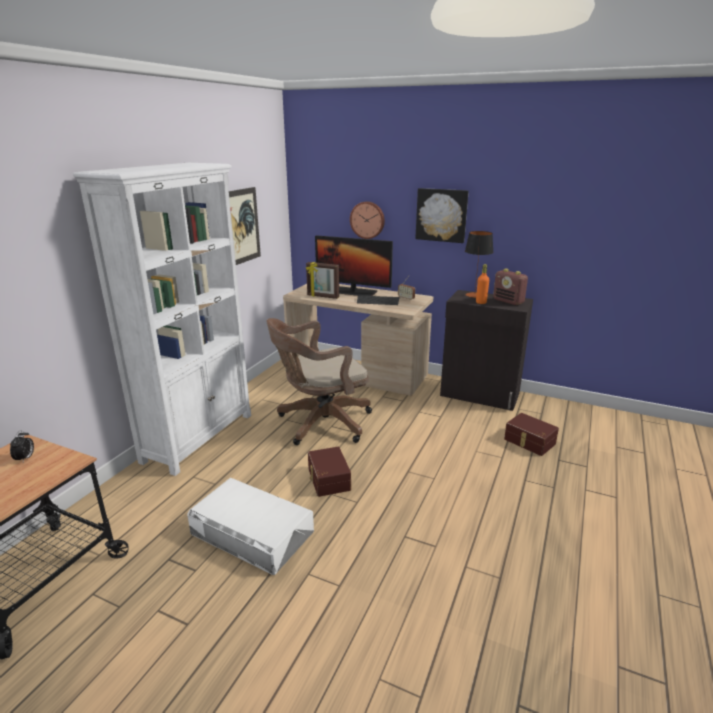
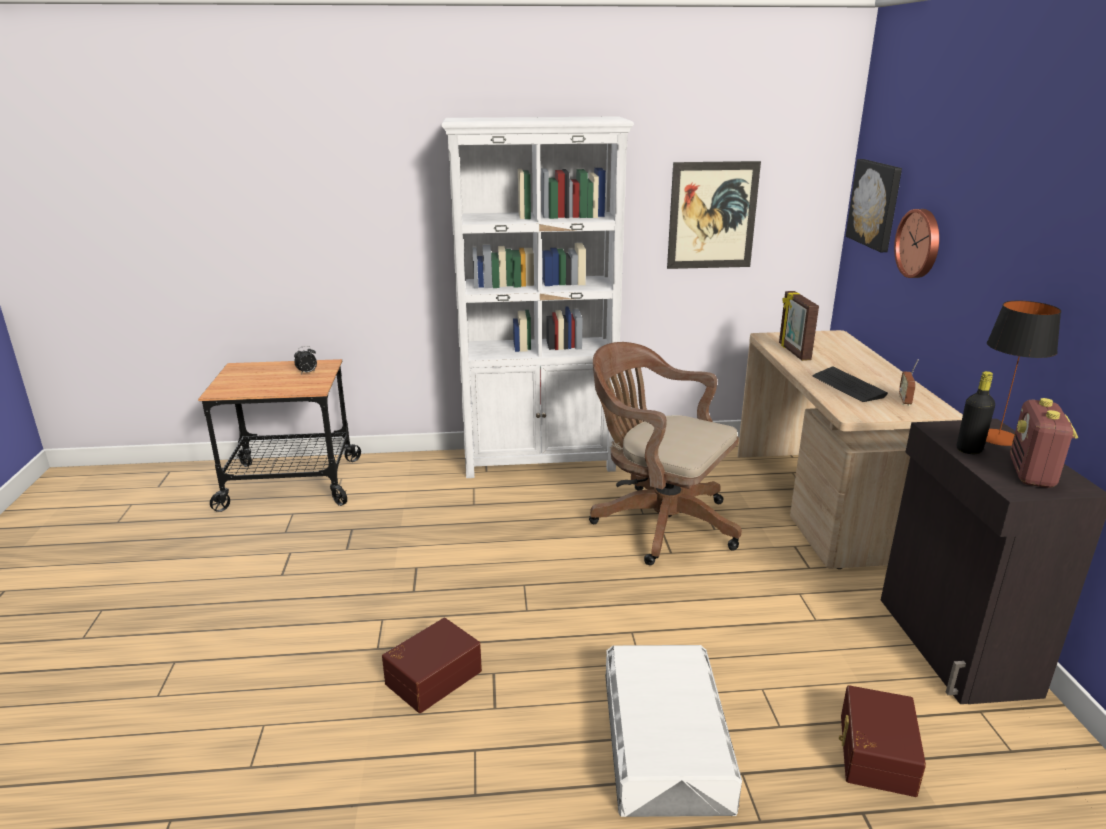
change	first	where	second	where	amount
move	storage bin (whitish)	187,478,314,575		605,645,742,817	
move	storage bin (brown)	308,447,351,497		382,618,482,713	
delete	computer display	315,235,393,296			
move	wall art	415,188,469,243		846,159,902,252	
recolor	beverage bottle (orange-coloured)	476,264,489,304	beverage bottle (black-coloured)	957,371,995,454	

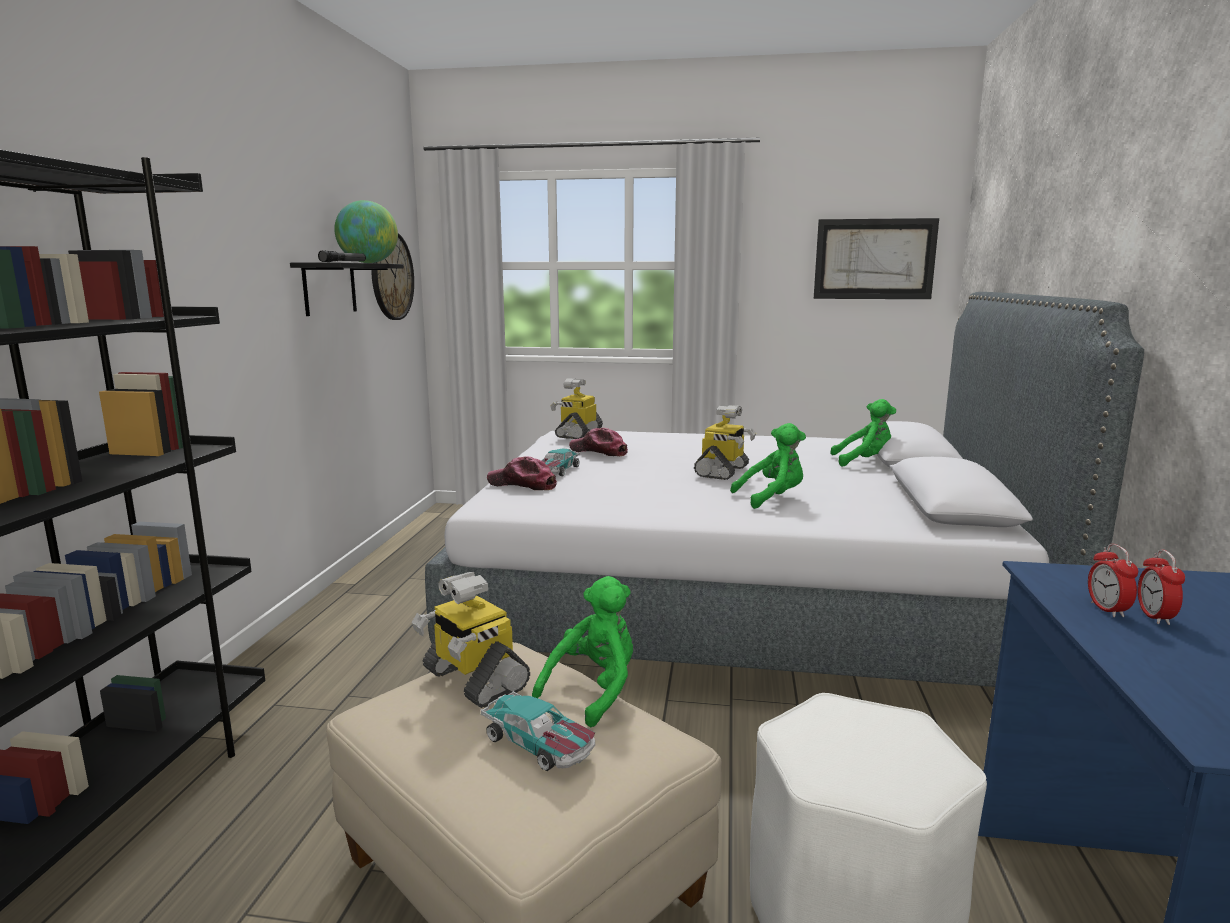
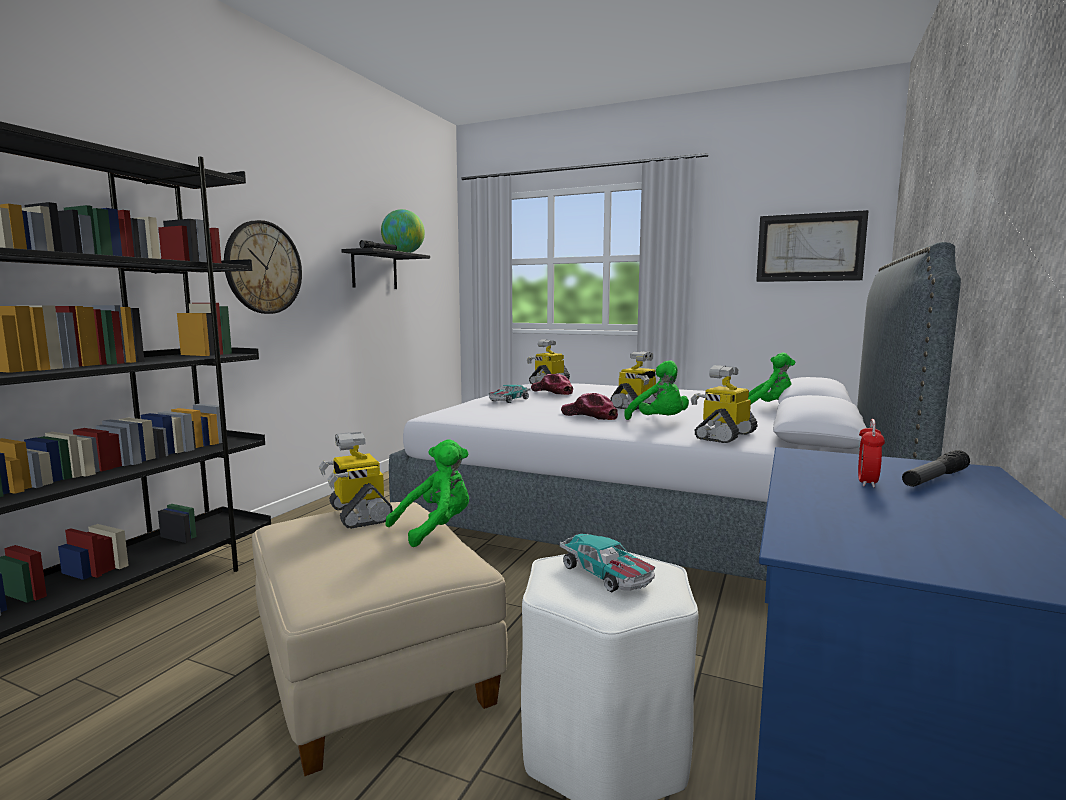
change	first	where	second	where	amount
move	clock on the wall	371,233,414,320		224,220,302,314	
move	toy car	481,691,595,771		560,534,655,592	
move	cap	487,457,557,490		561,393,618,420	
rotate	cuddly toy (greenish)	730,423,806,509		624,360,689,420	60 degrees clockwise
delete	alarm clock	1088,544,1138,617			
insert			robot figure	691,365,758,443	
insert			flashlight	902,450,970,487	

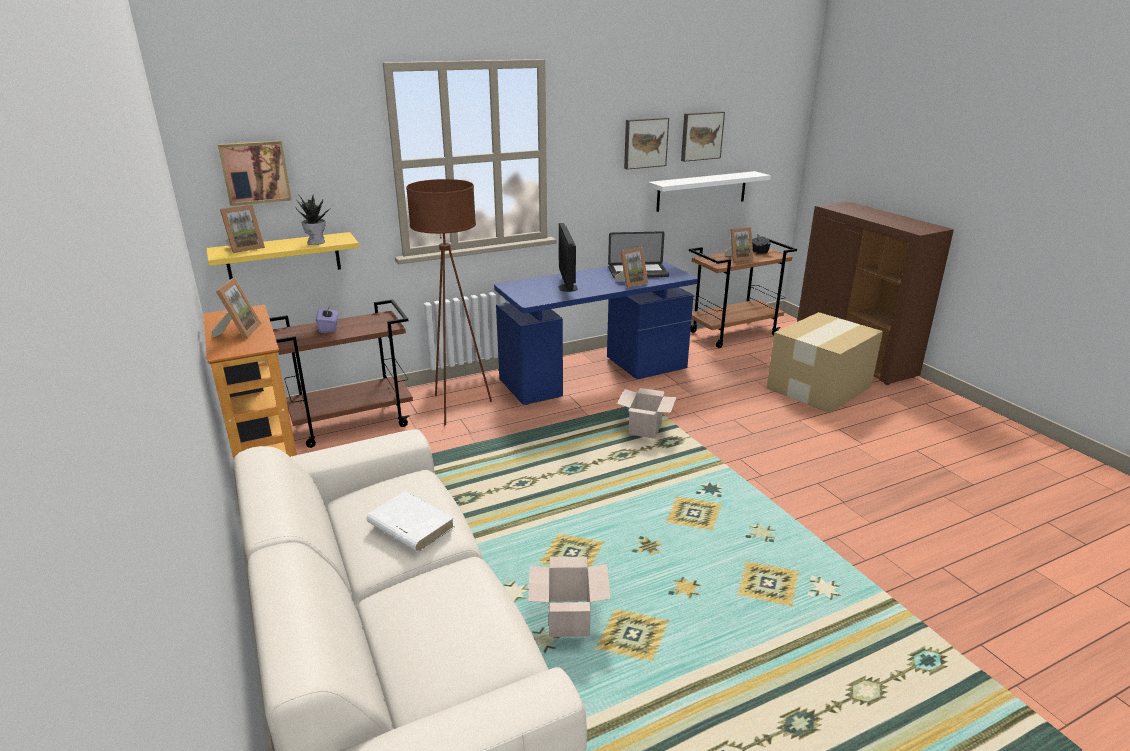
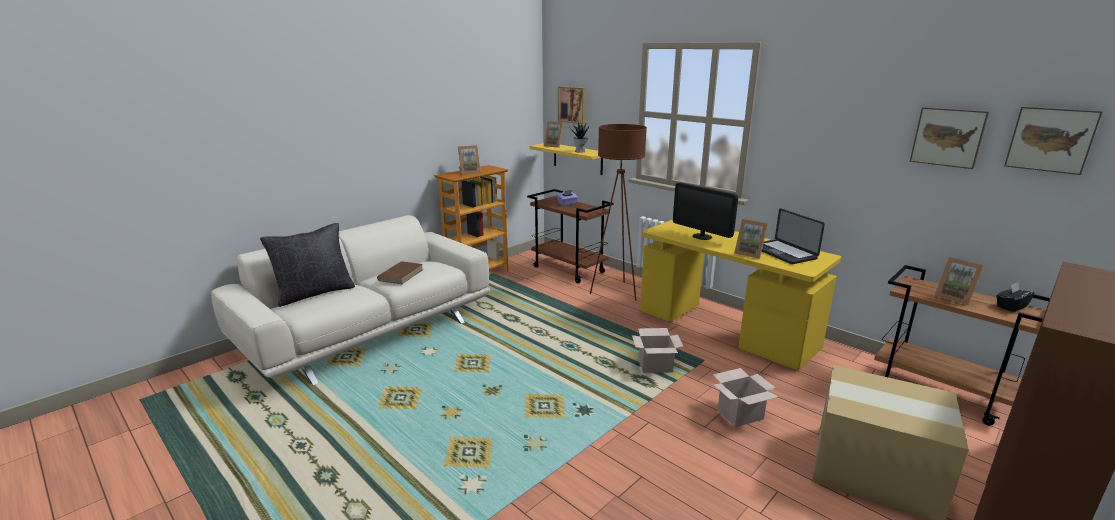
change	first	where	second	where	amount
recolor	book (whitish)	366,491,454,552	book (brown)	377,261,423,284	
recolor	desk table (blue)	494,261,698,405	desk table (yellow-coloured)	640,220,841,371	
move	carton	528,557,611,637		713,368,778,427	
rotate	computer display	559,223,578,292		673,182,738,240	105 degrees counterclockwise
move	wall art	624,117,669,170		1004,106,1103,175	
delete	wall shelf (whitish)	648,171,771,212			
insert			throw pillow (black-coloured)	260,223,355,307	

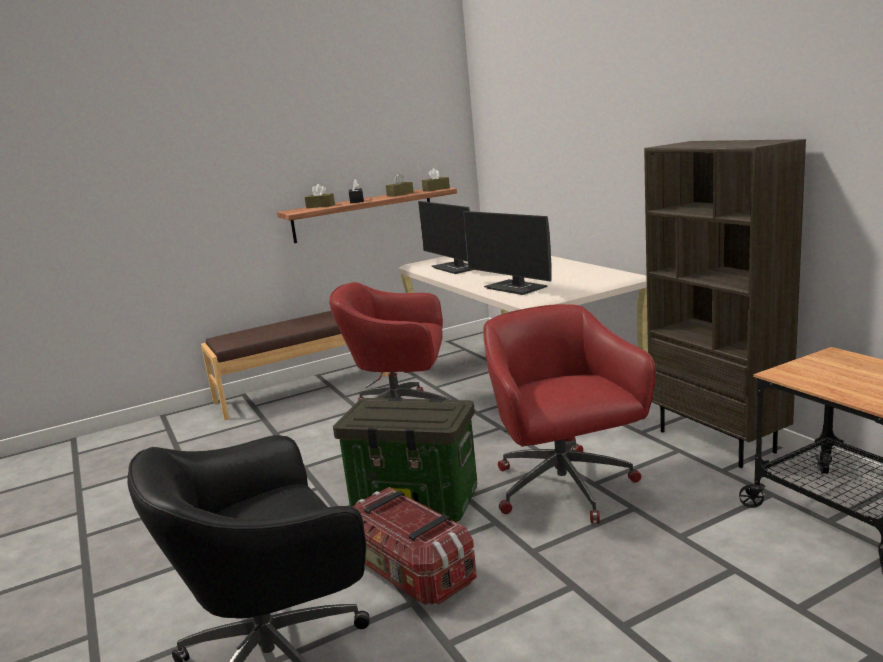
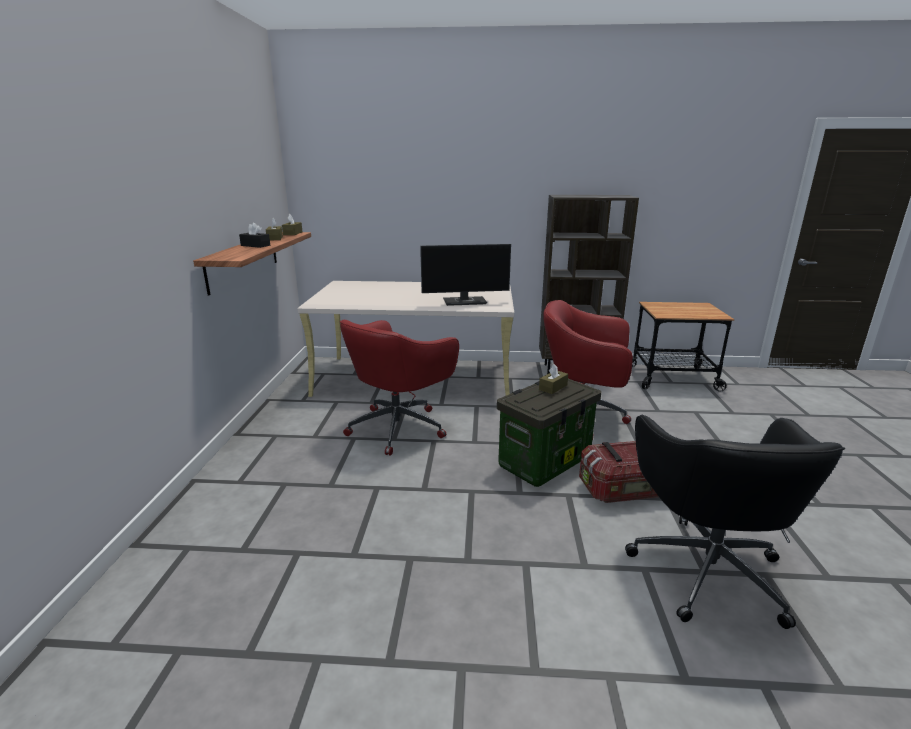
change	first	where	second	where	amount
delete	indoor bench (brown)	201,311,388,420			
move	tissue holder (brown)	305,184,335,208		539,364,568,394	
delete	computer display	418,201,472,274			

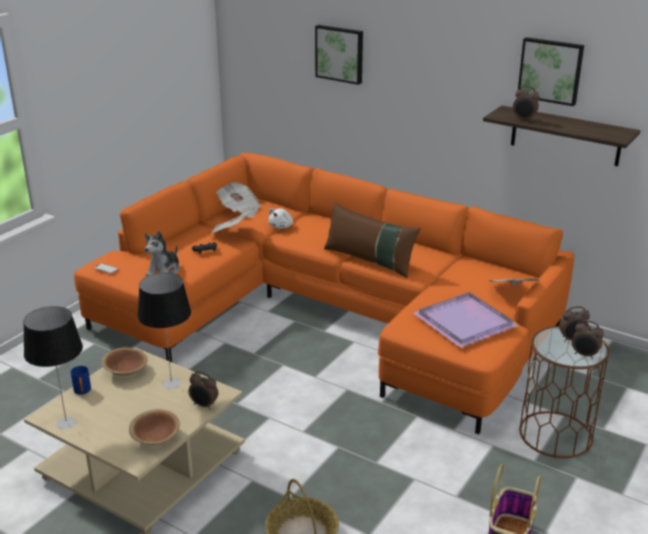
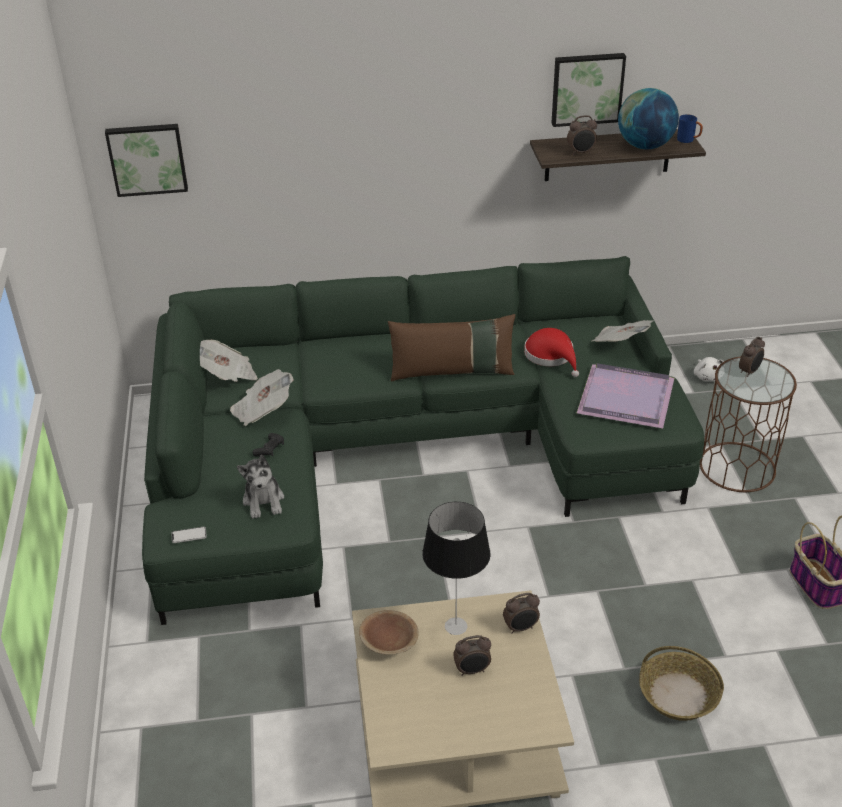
change	first	where	second	where	amount
delete	lamp for a table	23,306,83,429			
move	mug (blue)	70,366,91,395		677,114,703,143	
recolor	sofa (orange-coloured)	74,153,575,434	sofa (greenish)	142,256,704,625	
delete	bowl (brown)	129,409,180,445			
move	cuddly toy (whitish)	268,208,293,229		694,357,724,382	
move	wall art	315,25,363,85		105,124,188,197	
move	alarm clock	572,320,604,359		453,635,491,676	
insert			wearable hat (red-coloured)	524,328,579,377	
insert			desk globe	618,88,679,149	

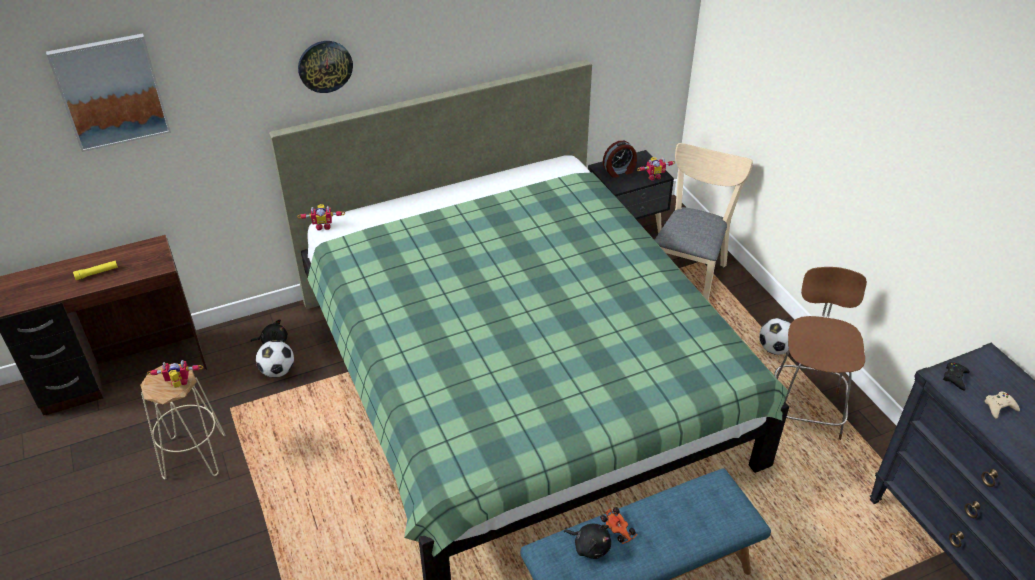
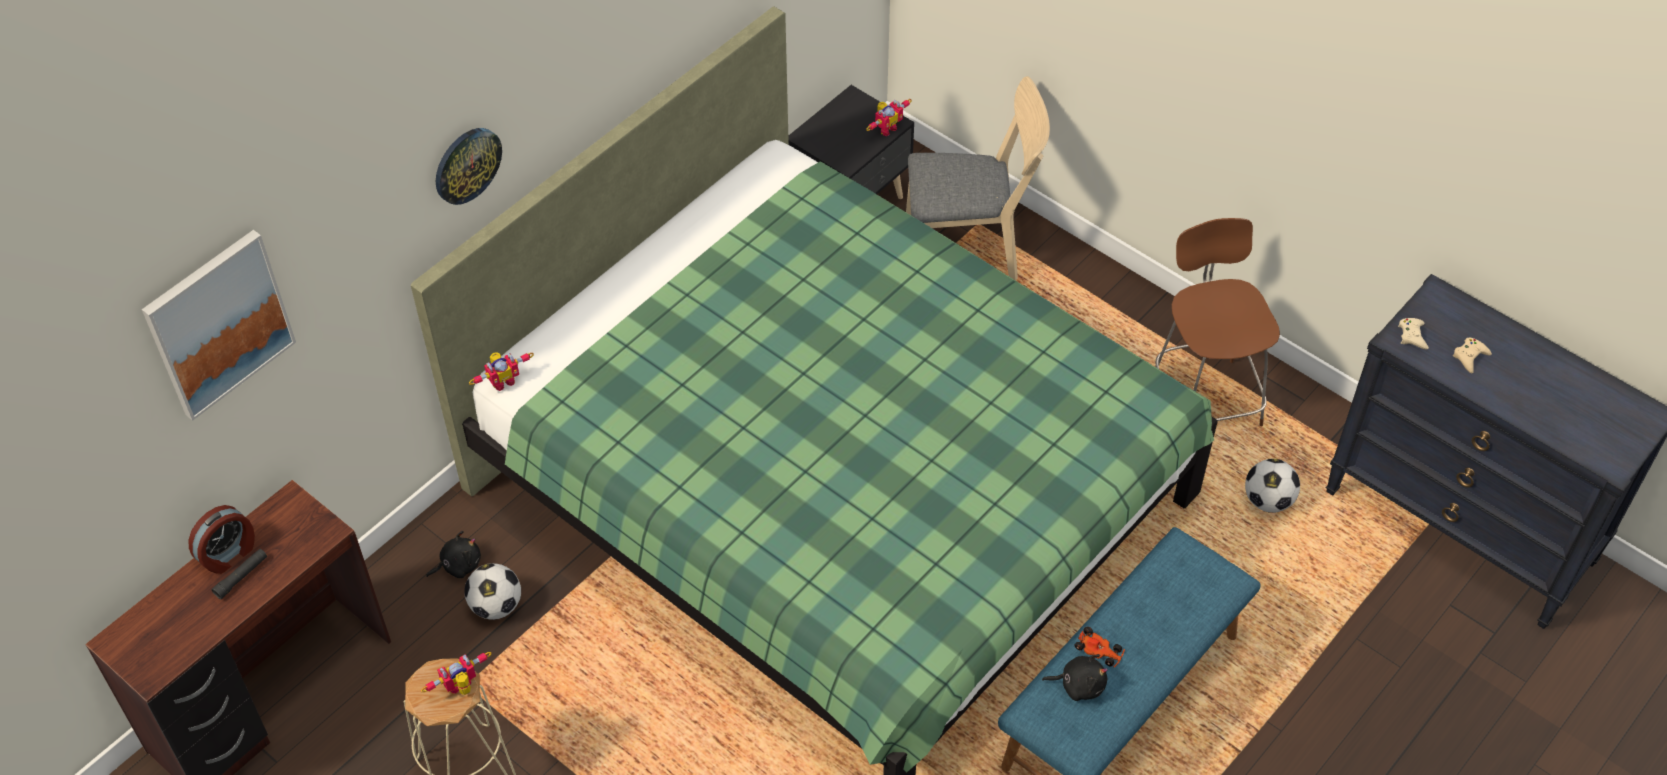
change	first	where	second	where	amount
recolor	flashlight (yellow-coloured)	73,261,118,280	flashlight (black-coloured)	211,549,267,599	
move	alarm clock	603,141,637,178		189,505,255,574	
rotate	plain chair (sand-coloured)	655,143,753,301		906,76,1050,281	90 degrees clockwise
move	football ball	759,318,791,355		1245,459,1300,513	
recolor	gamepad (black-coloured)	943,362,970,391	gamepad (sand-coloured)	1398,318,1429,350	

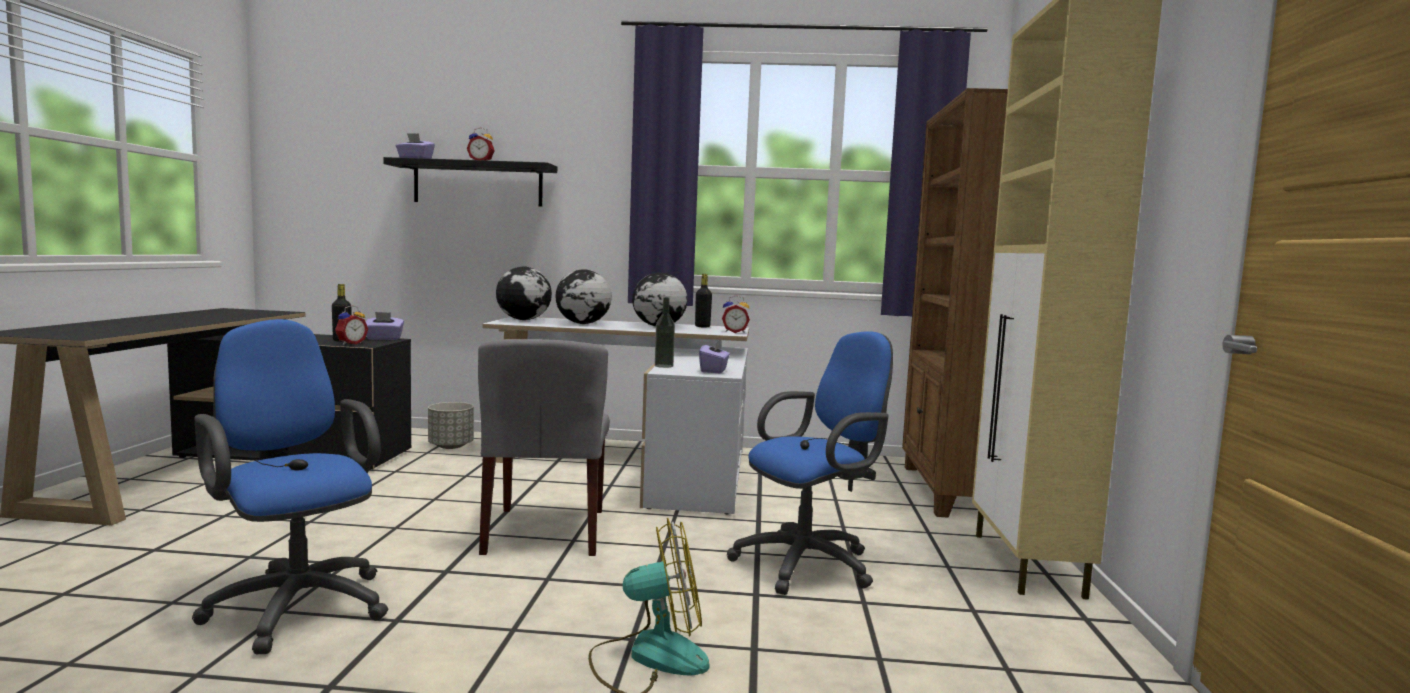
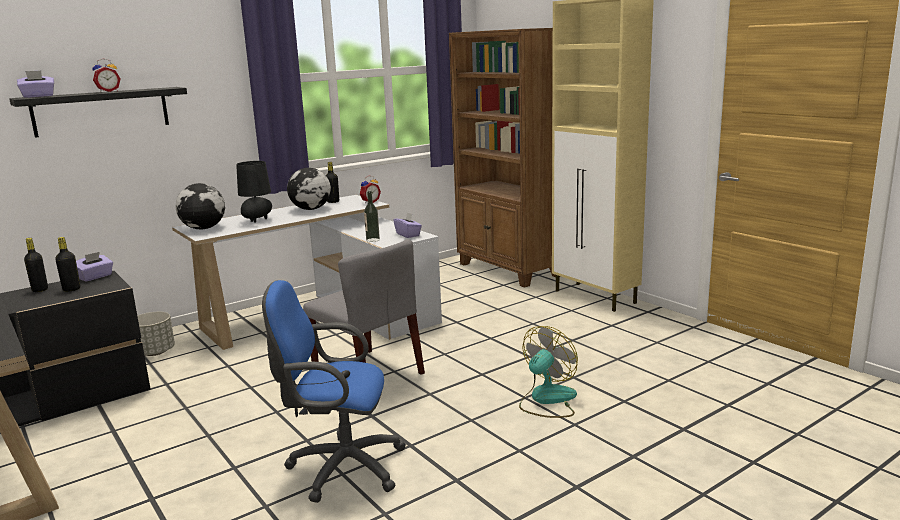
change	first	where	second	where	amount
delete	alarm clock	335,305,368,345			
replace	desk globe	555,269,612,324	lamp for a table (black-coloured)	236,161,272,223	
delete	desk chair (blue)	727,331,893,595			
insert			beverage bottle (black-coloured)	24,238,48,292	

